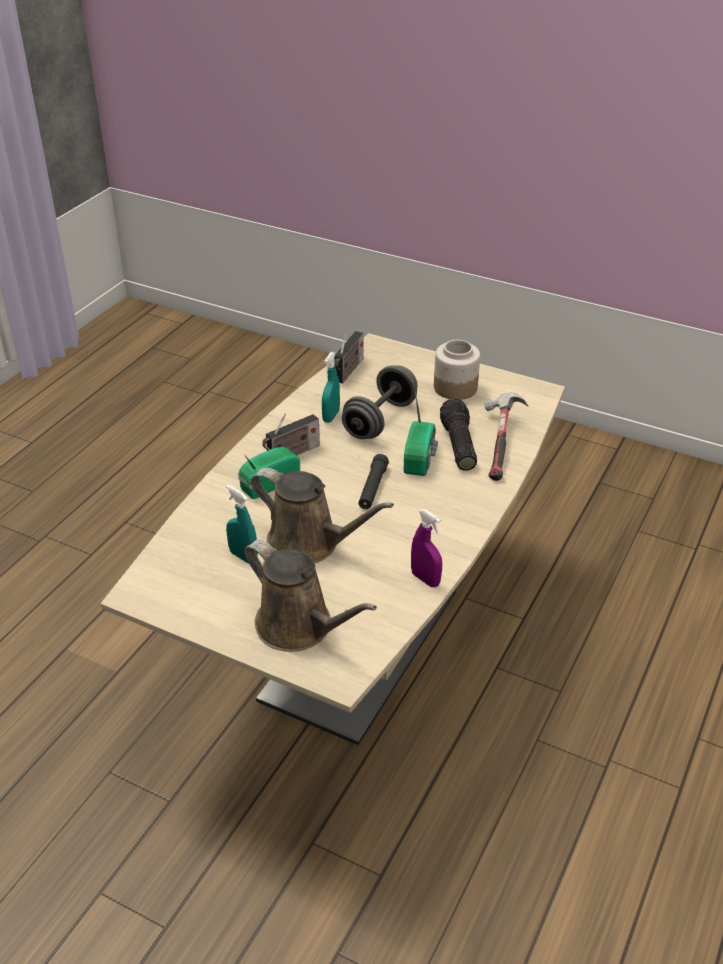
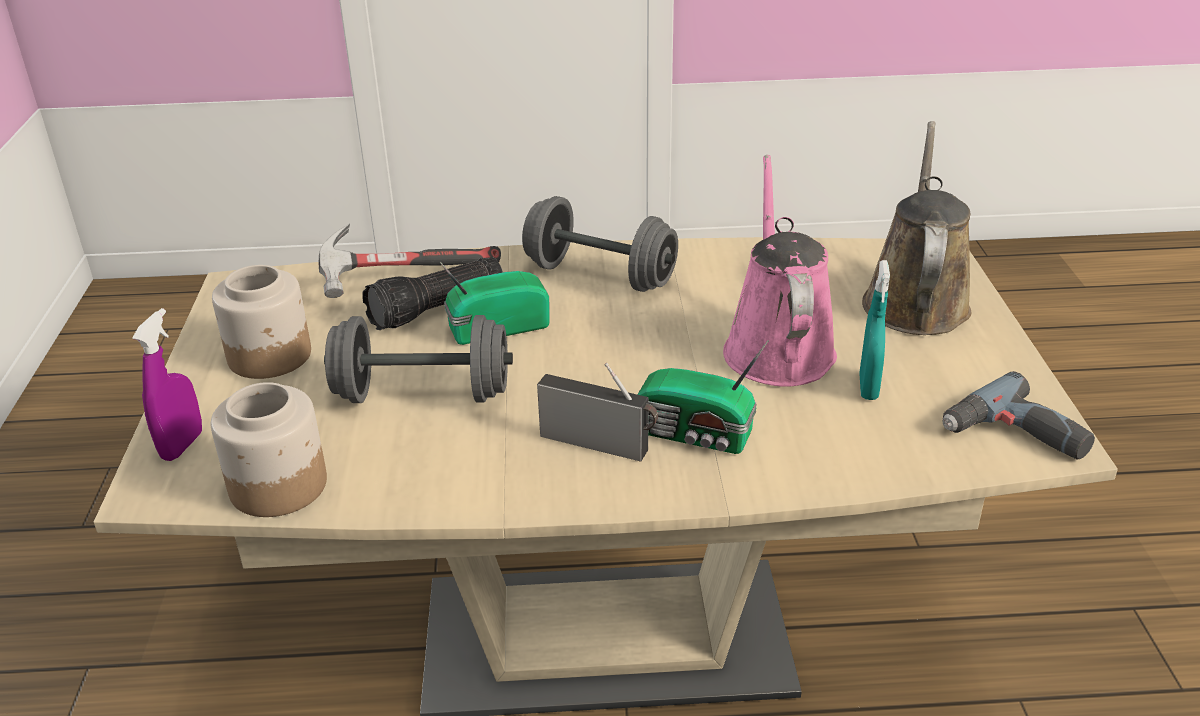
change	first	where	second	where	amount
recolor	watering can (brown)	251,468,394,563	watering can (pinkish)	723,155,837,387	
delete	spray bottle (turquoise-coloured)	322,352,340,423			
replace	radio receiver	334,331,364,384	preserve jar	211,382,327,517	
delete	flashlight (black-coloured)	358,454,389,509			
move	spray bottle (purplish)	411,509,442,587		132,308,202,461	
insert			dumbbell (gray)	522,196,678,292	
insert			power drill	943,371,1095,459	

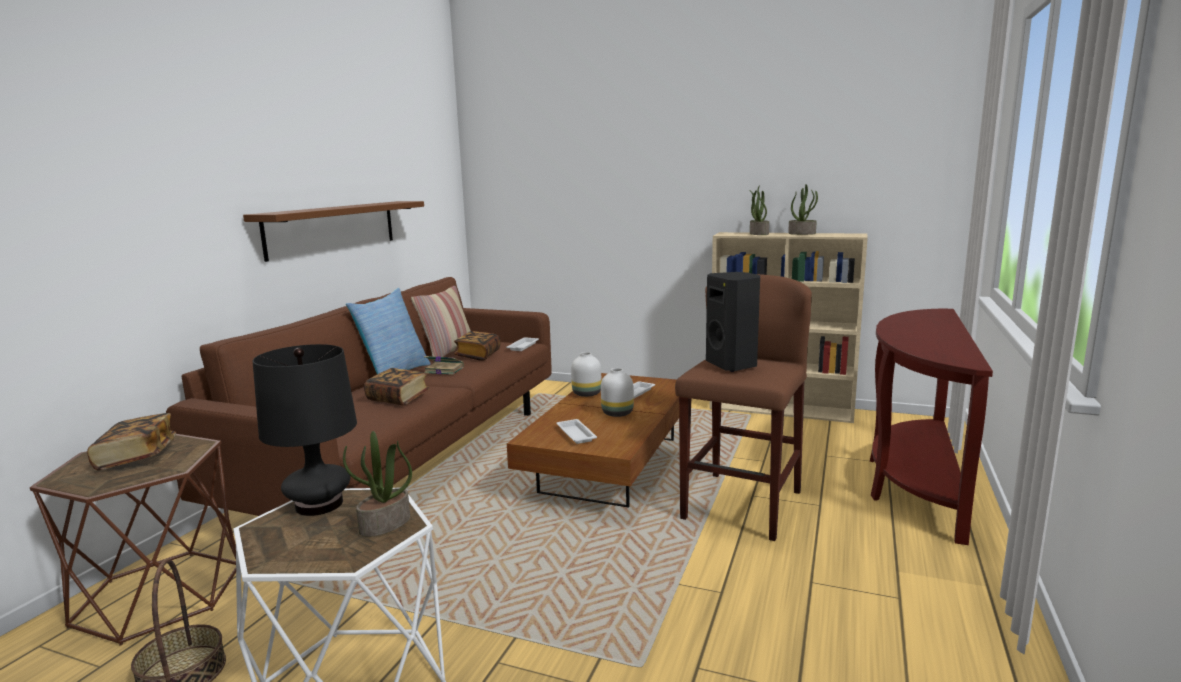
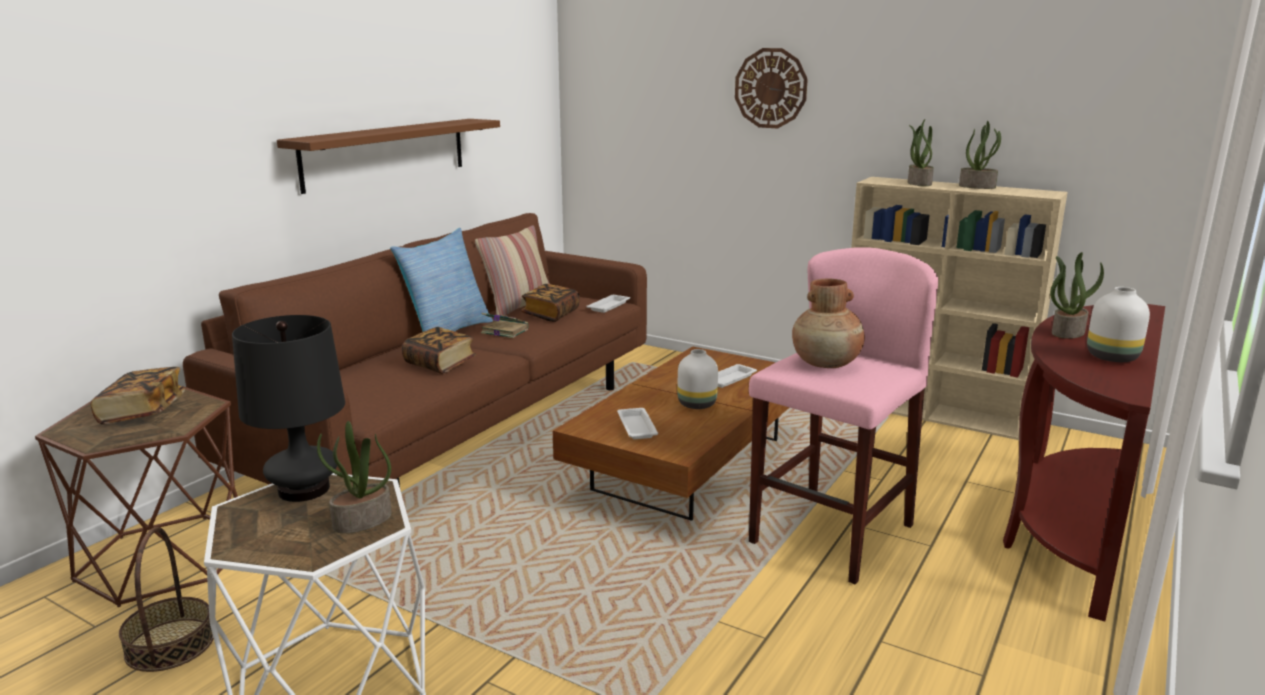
change	first	where	second	where	amount
move	flower vase (whitish)	571,352,601,397		1087,287,1150,362	
recolor	stool seat (brown)	675,274,812,541	stool seat (pinkish)	749,247,938,584	
replace	audio speaker (black-coloured)	706,272,760,372	flower vase (brown)	792,278,865,368	
insert			clock on the wall	735,48,808,128	
insert			houseplant	1050,252,1104,339	

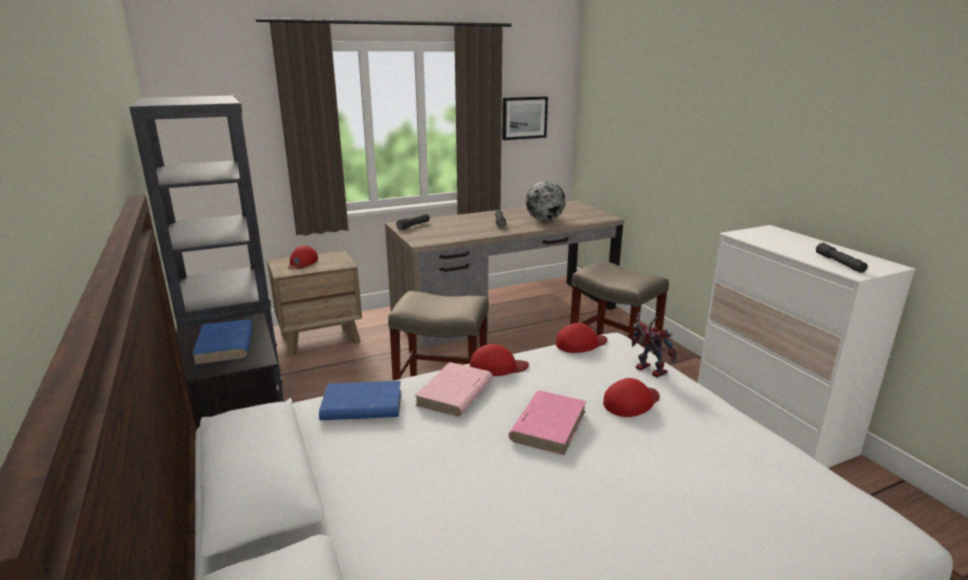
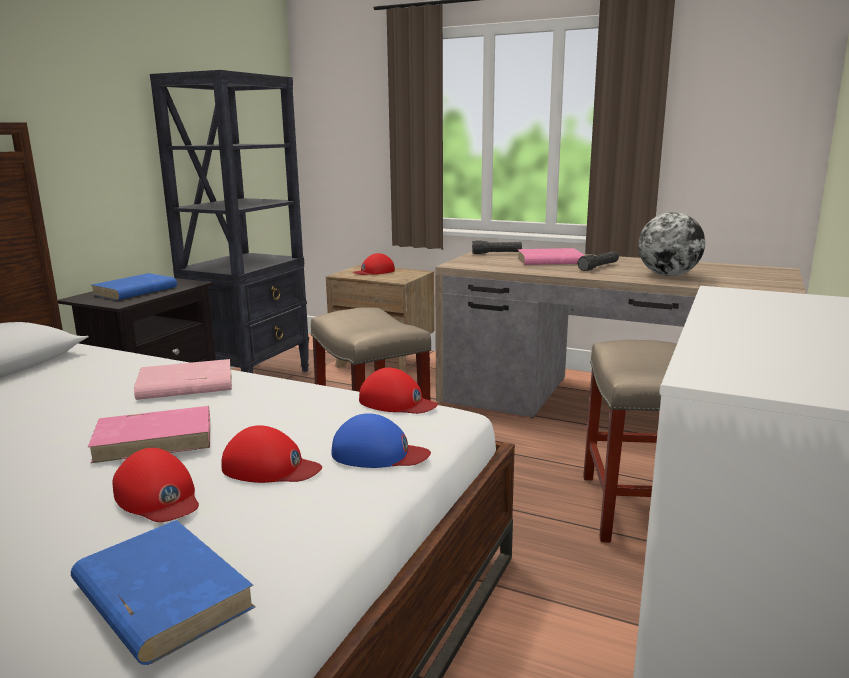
change	first	where	second	where	amount
move	book (blue)	319,381,401,420		71,520,255,665	
move	cap (red-coloured)	470,344,529,376		113,448,199,522	
delete	wall art	502,96,548,140			
replace	robot figure	631,312,677,378	cap (blue)	331,413,431,468	
delete	flashlight (gray)	816,243,868,273			
insert			book (pinkish)	517,248,584,265	

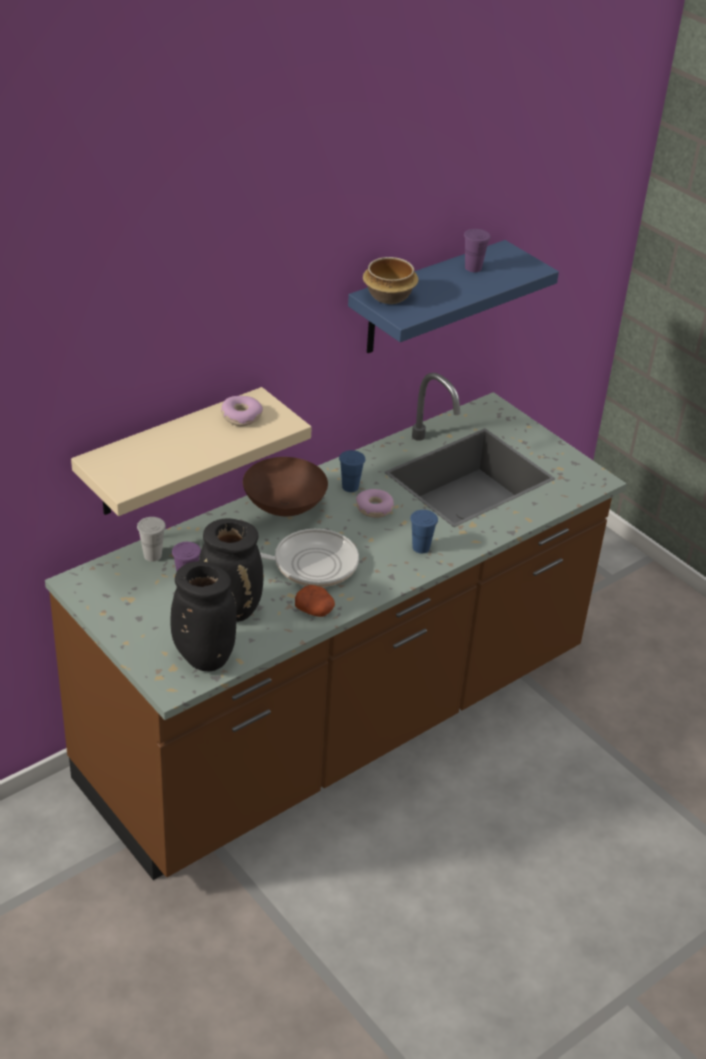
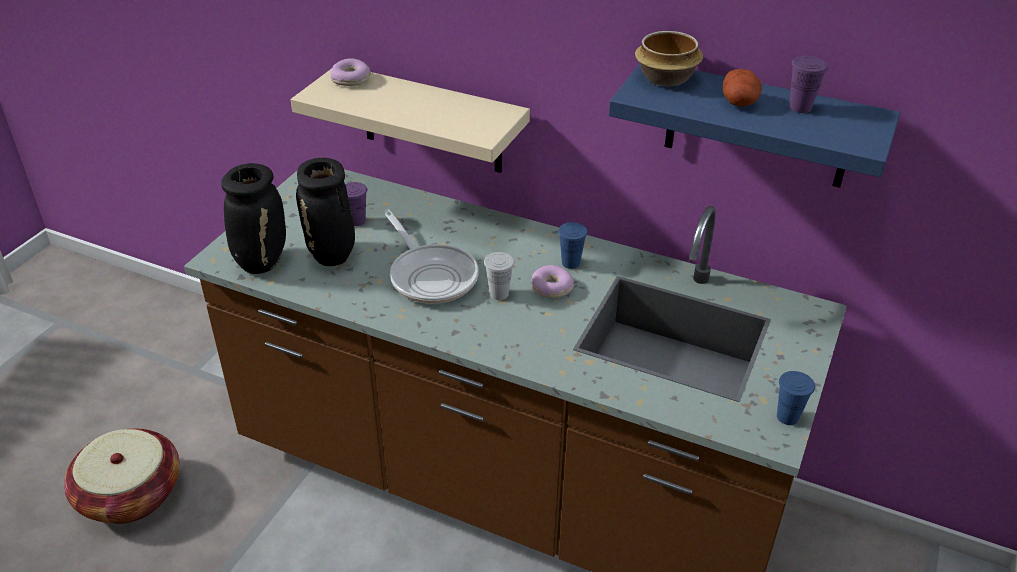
change	first	where	second	where	amount
move	drinking cup (whitish)	137,517,166,562		484,252,515,300	
move	doughnut	221,396,263,426		330,58,371,86	
delete	bowl (brown)	243,457,328,516			
move	spud	295,585,335,617		723,69,762,106	
move	drinking cup (blue)	410,510,438,554		777,371,815,425	
insert			household basket	64,428,180,524	

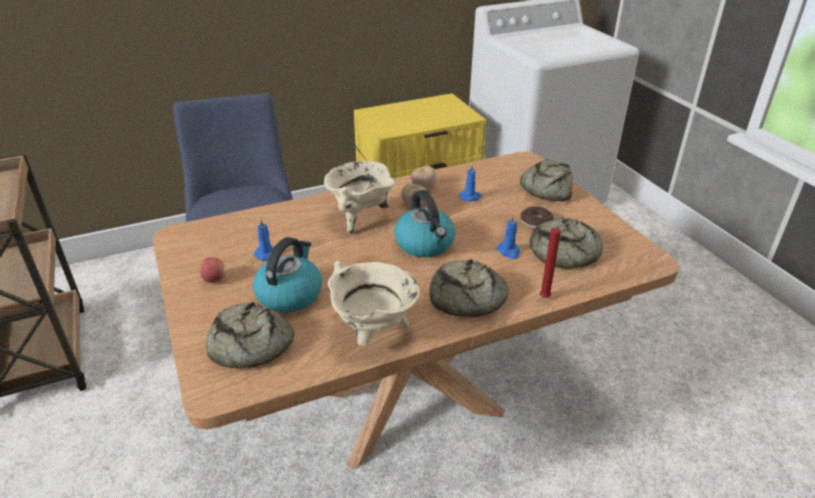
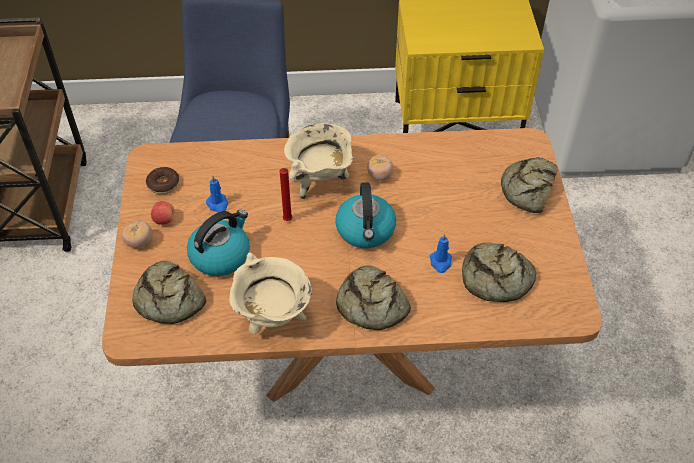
change	first	where	second	where	amount
move	fresh tomato	411,166,436,188		121,222,153,248	
delete	wax candle (blue)	459,164,482,202			
move	doughnut	520,206,554,229		146,167,179,194	
move	wax candle (red-coloured)	540,225,567,298		280,168,292,221	

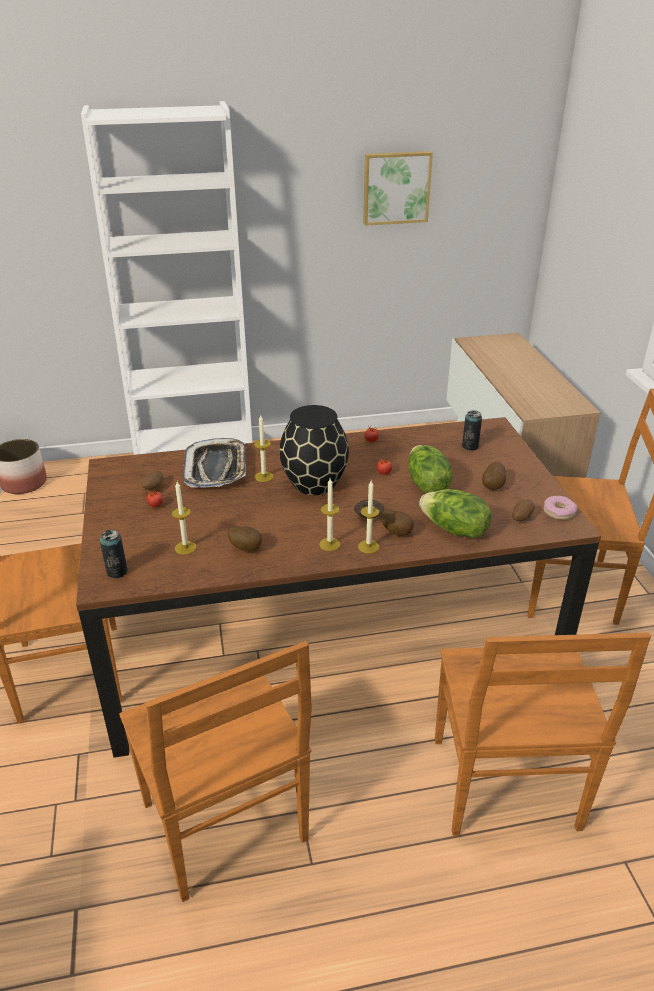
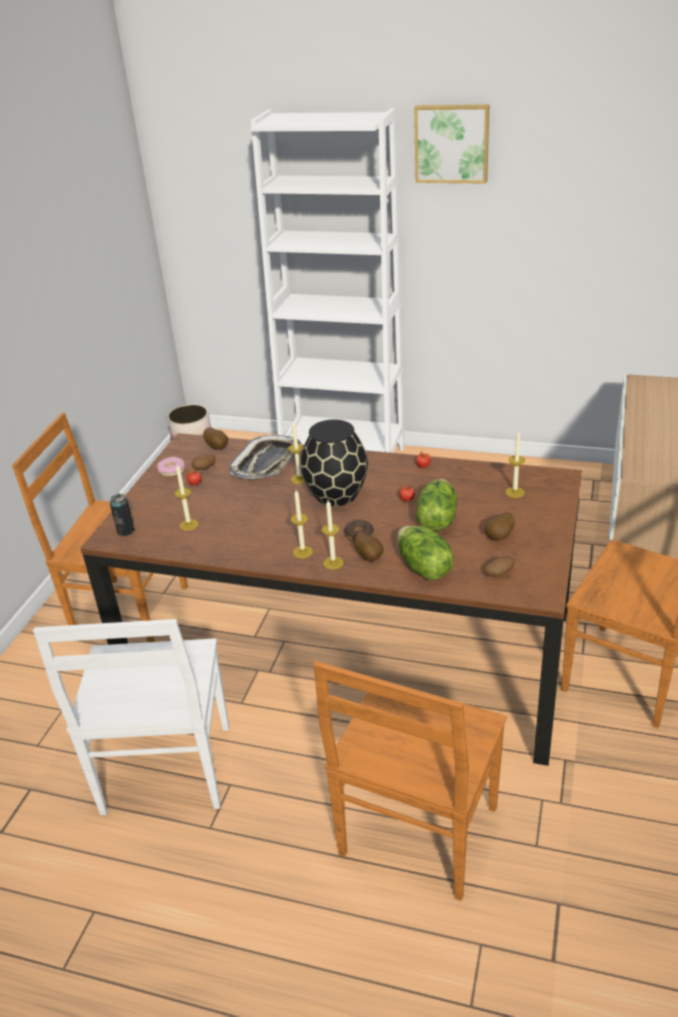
change	first	where	second	where	amount
recolor	plain chair (brown)	119,641,312,902	plain chair (whitish)	33,619,229,815	
move	spud	228,526,262,552		203,428,228,450	
move	wall art	363,151,433,226		414,104,490,184	
replace	metal can	462,410,482,451	wax candle	506,431,525,498	
move	doughnut	544,496,577,520		157,457,185,477	

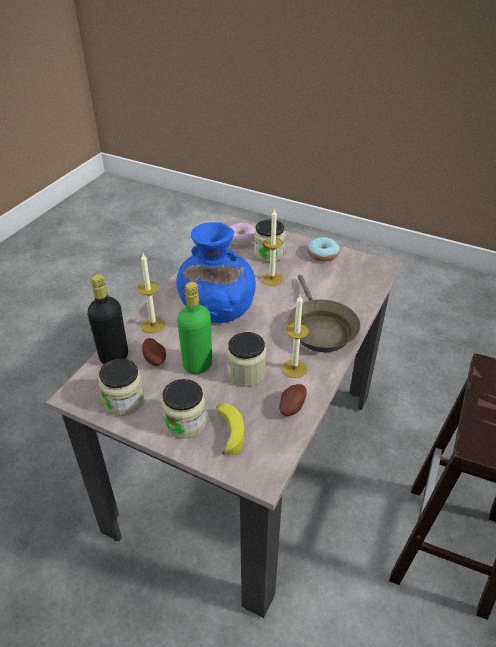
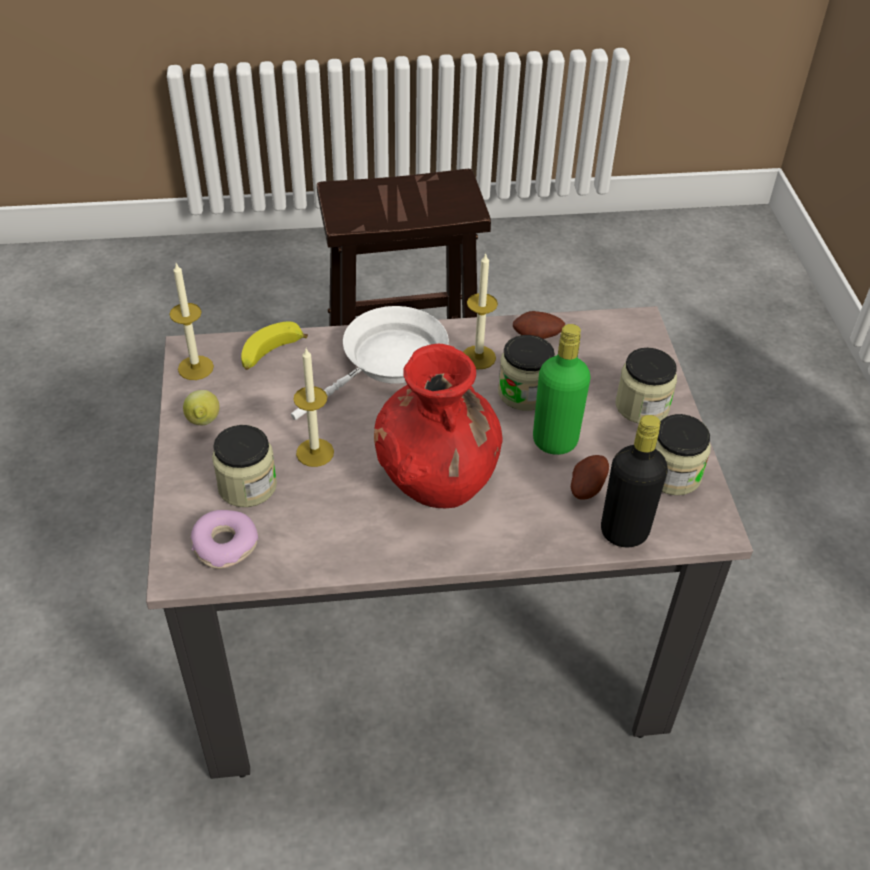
change	first	where	second	where	amount
move	wax candle	138,254,165,333		170,263,214,380	
recolor	flower vase (blue)	176,222,256,323	flower vase (red-coloured)	374,344,503,508	
move	banana	216,403,244,455		241,321,308,370	
recolor	pan (brown)	288,275,361,352	pan (whitish)	291,306,449,420	
replace	doughnut	307,237,339,262	whole lemon	183,390,220,425	

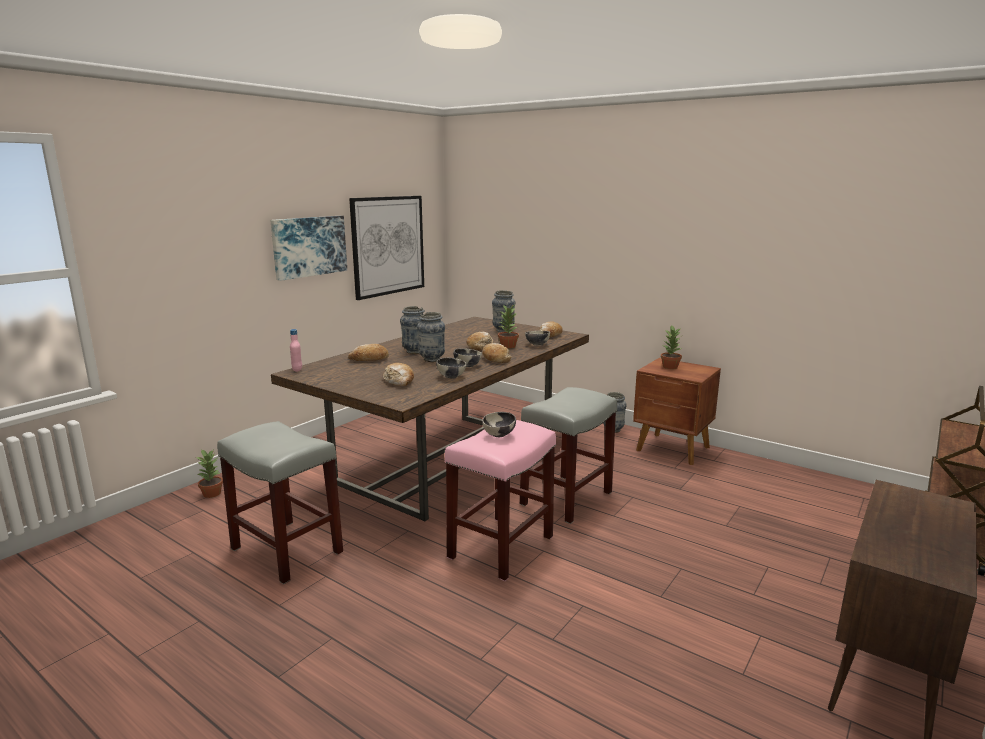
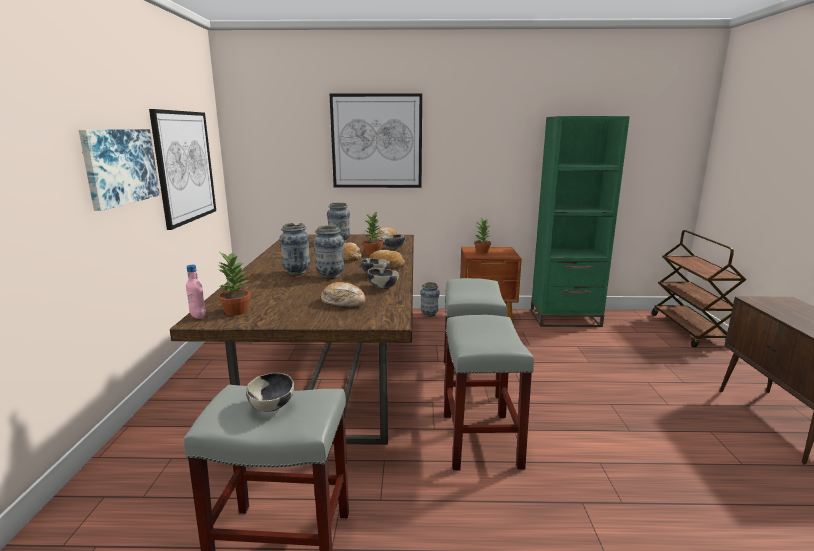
change	first	where	second	where	amount
move	houseplant	196,449,223,498		218,252,251,316	
delete	bread	348,344,389,361			
recolor	stool seat (pinkish)	445,420,556,581	stool seat (gray)	444,315,534,471	
move	bowl	482,412,516,437		246,373,294,412	
insert			wall art	330,93,422,188	
insert			bookcase (greenish)	531,116,630,327	

